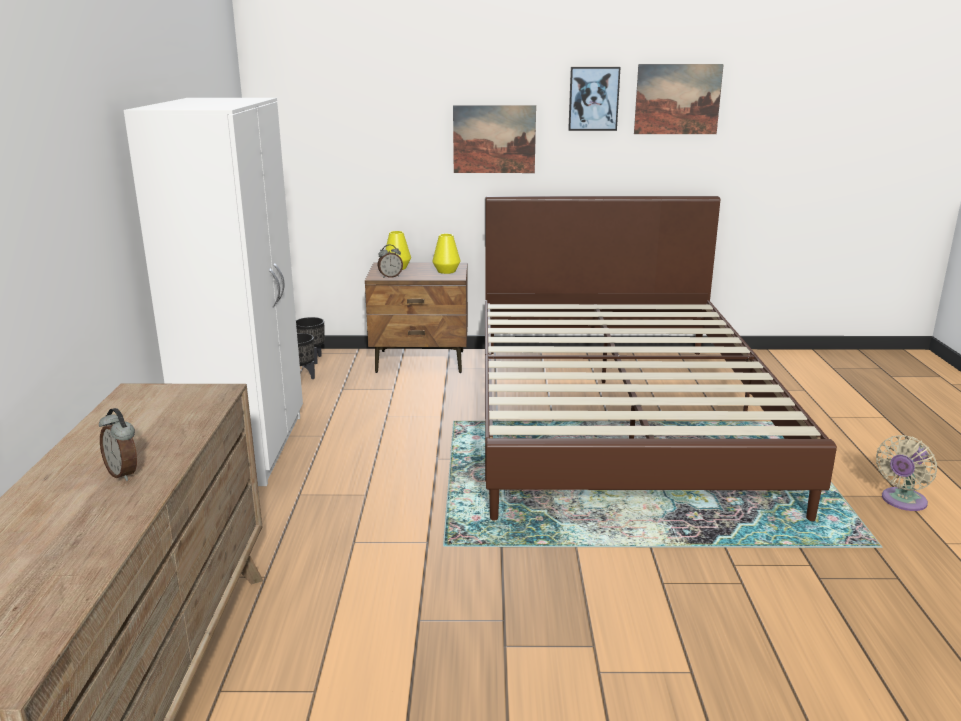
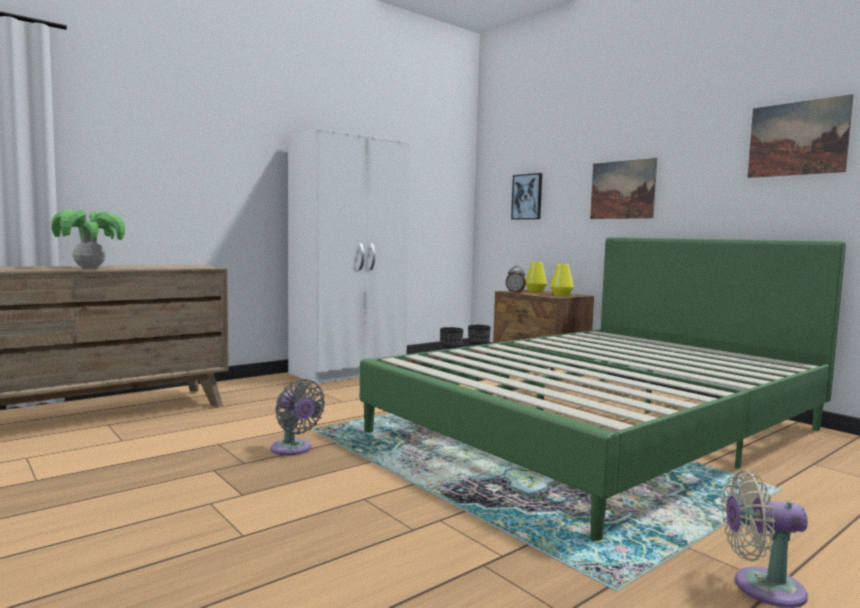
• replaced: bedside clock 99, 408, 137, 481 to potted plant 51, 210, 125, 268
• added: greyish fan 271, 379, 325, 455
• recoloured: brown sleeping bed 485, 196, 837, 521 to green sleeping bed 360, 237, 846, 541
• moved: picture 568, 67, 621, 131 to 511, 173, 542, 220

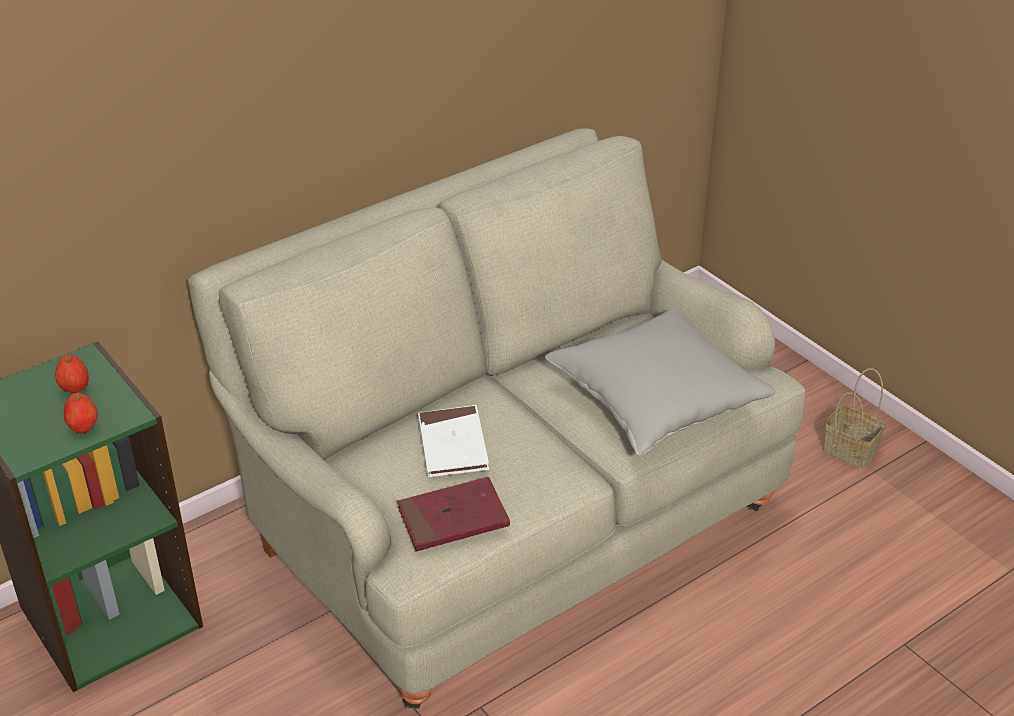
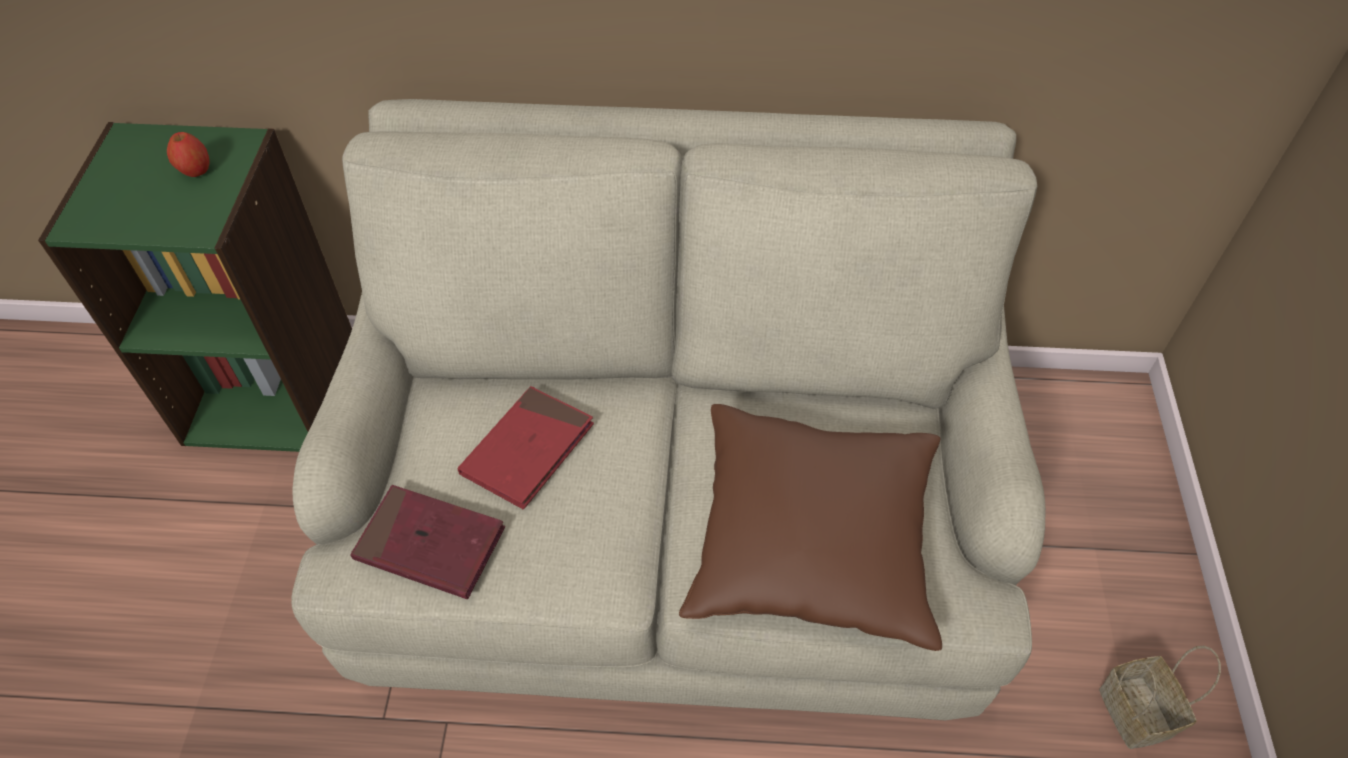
• recoloured: white volume 418, 405, 489, 477 to red volume 458, 386, 594, 509
• recoloured: greyish cushion 545, 309, 776, 456 to brown cushion 679, 404, 942, 651
• removed: apple 64, 393, 98, 434

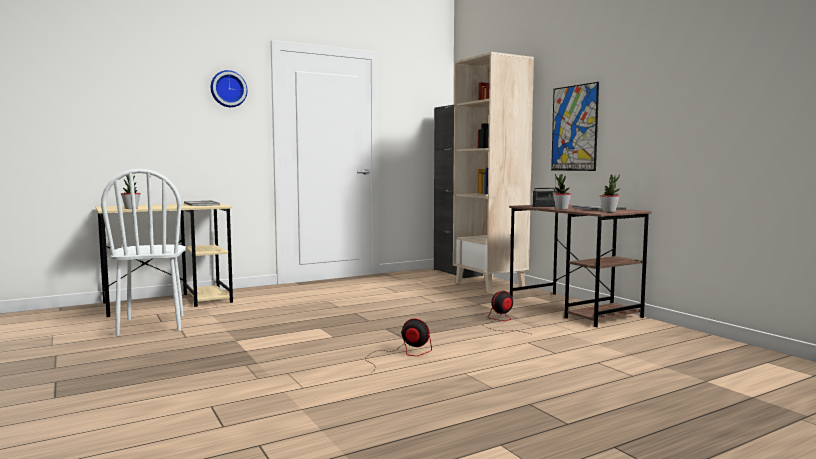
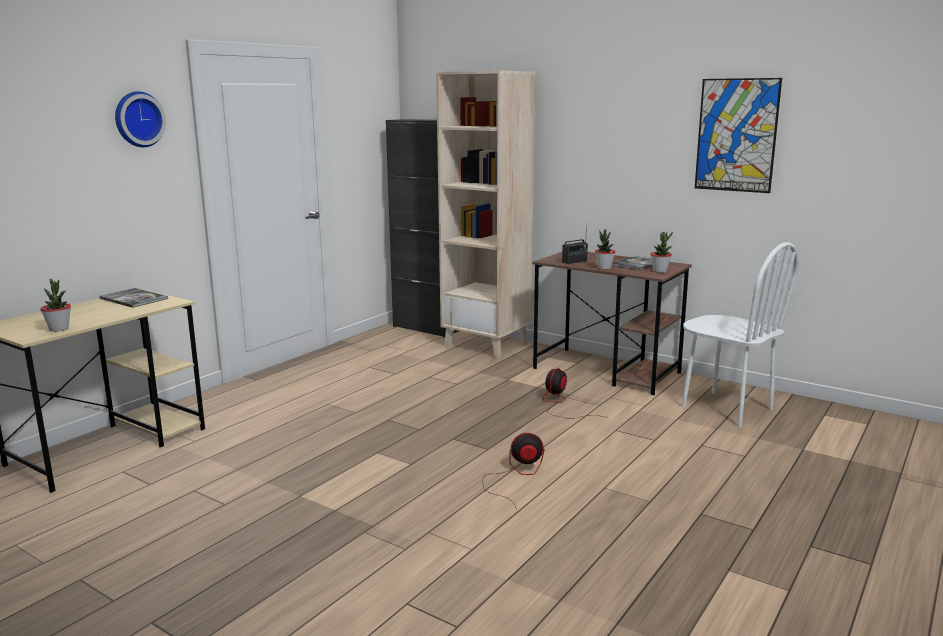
• moved: white plain chair 101, 169, 186, 336 to 682, 242, 799, 428
• moved: picture 551, 82, 599, 171 to 695, 78, 782, 193

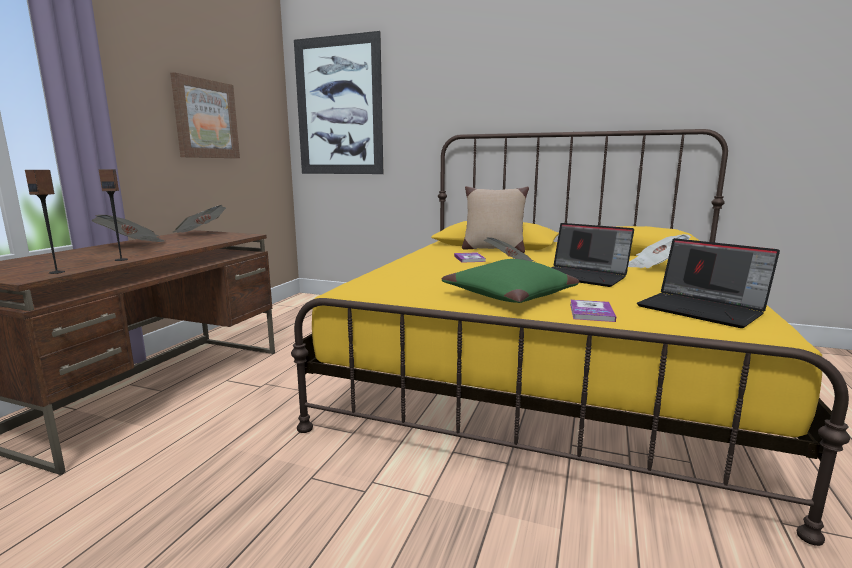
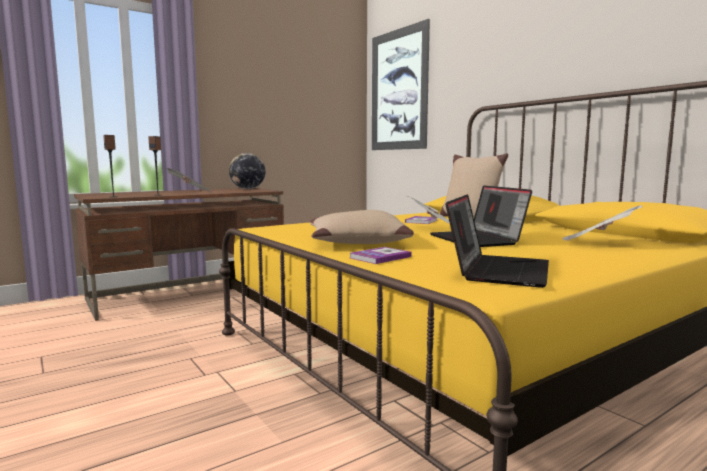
• replaced: newspaper 173, 205, 226, 233 to desk globe 229, 153, 265, 189
• recoloured: green cushion 442, 259, 579, 303 to sand-coloured cushion 310, 210, 414, 244
• turned: laptop 637, 238, 780, 328 = 445, 194, 549, 288 150 degrees counterclockwise
• removed: picture 170, 72, 240, 158

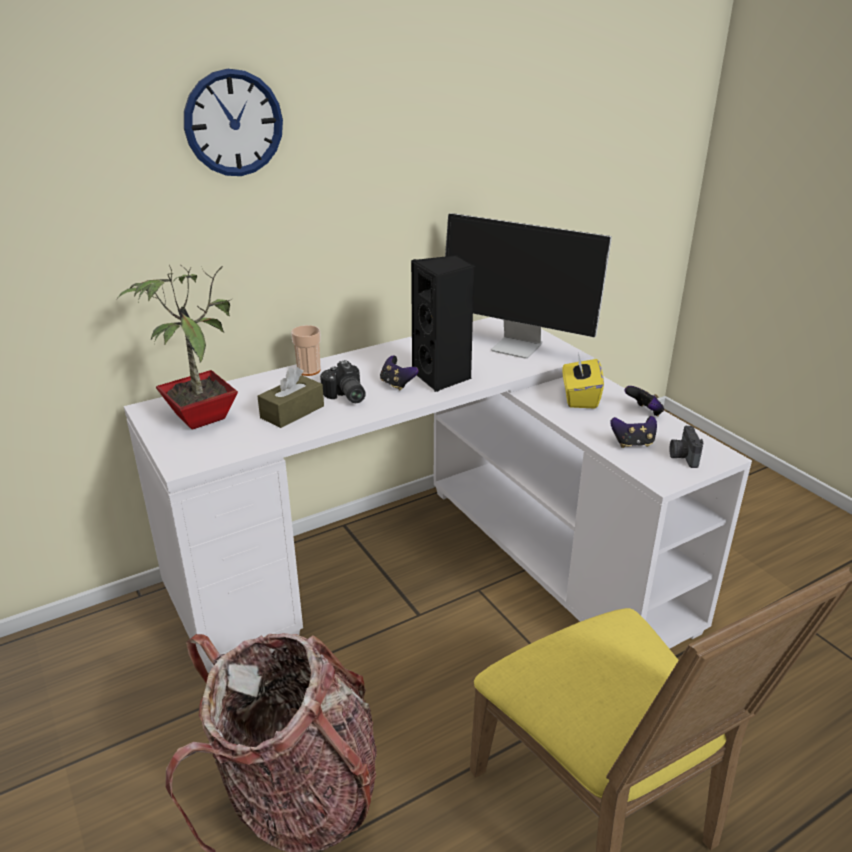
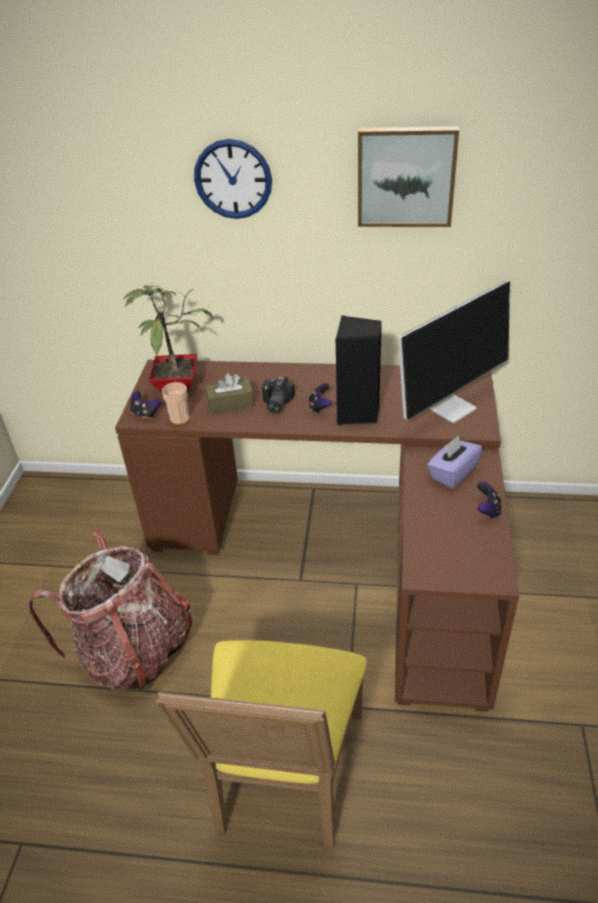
• recoloured: white desk 124, 317, 752, 673 to brown desk 115, 360, 519, 712
• moved: gamepad 610, 416, 657, 448 to 130, 391, 161, 419
• moved: cup 291, 325, 321, 376 to 162, 382, 190, 425
• added: picture 358, 126, 459, 227
• turned: computer display 445, 213, 612, 359 = 398, 280, 510, 423 105 degrees counterclockwise
• recoloured: yellow box of tissues 562, 352, 604, 409 to purple-coloured box of tissues 427, 435, 483, 489
• removed: photo camera 669, 426, 704, 468

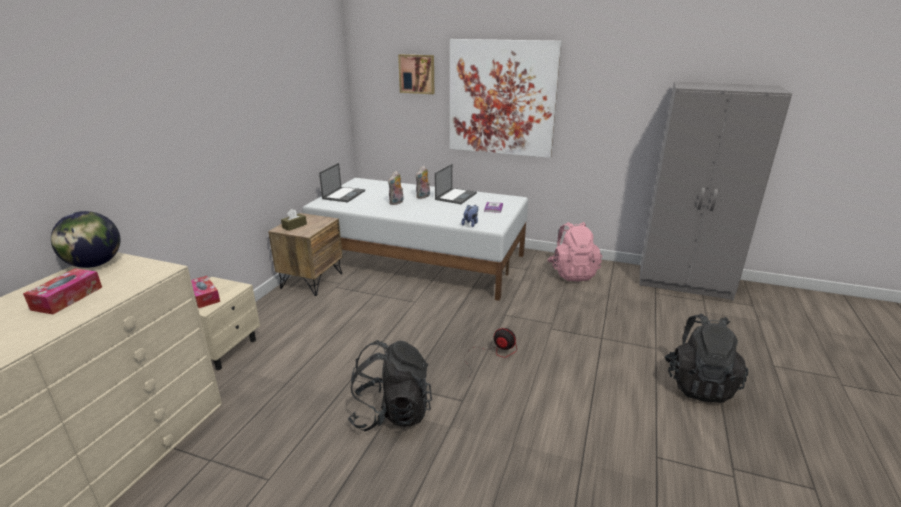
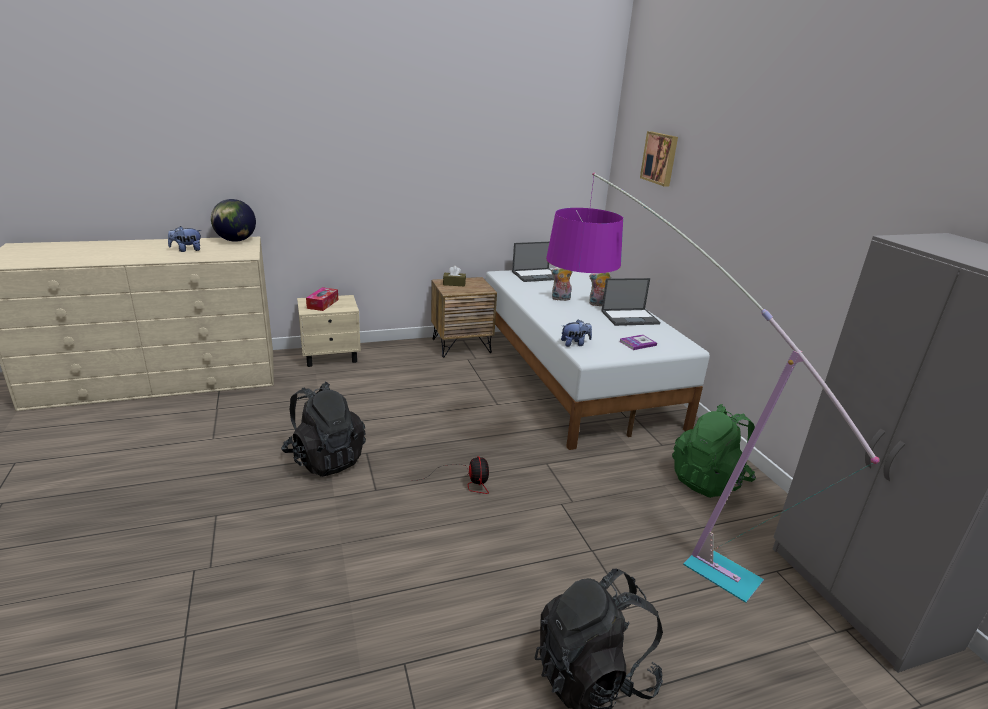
• replaced: box of tissues 23, 268, 102, 314 to cuddly toy 168, 226, 202, 252
• added: standard lamp 546, 173, 880, 603
• recoloured: pinkish rucksack 547, 222, 602, 281 to green rucksack 672, 404, 756, 498
• removed: picture 450, 39, 562, 158

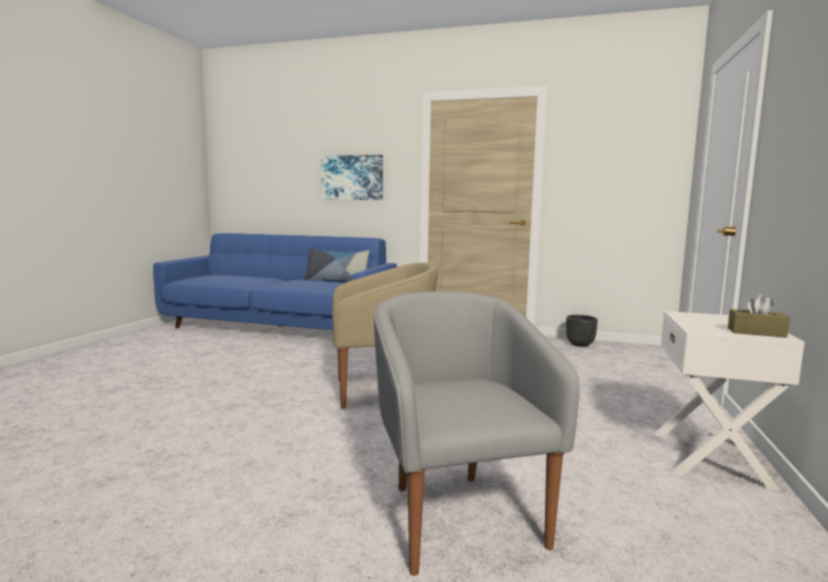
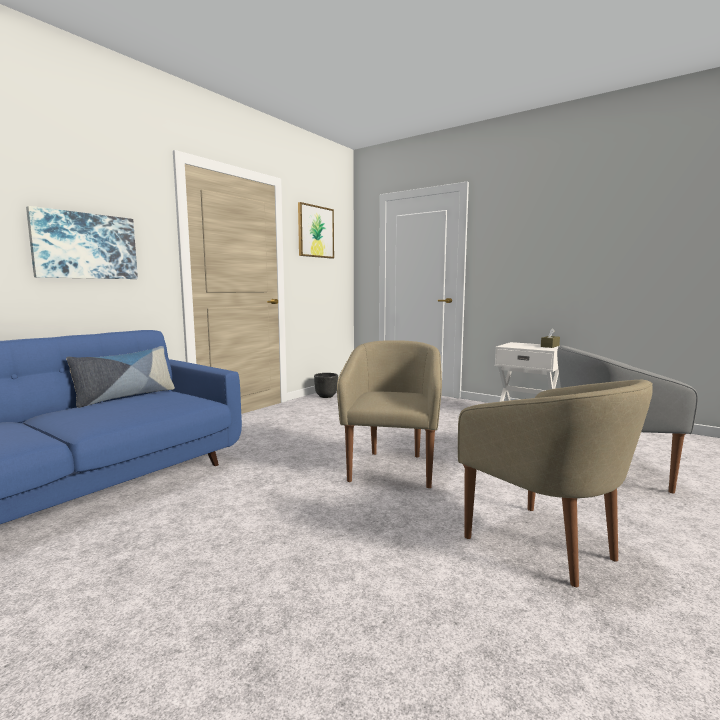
• added: picture 298, 202, 334, 259
• added: sand-coloured lounge chair 458, 380, 653, 587

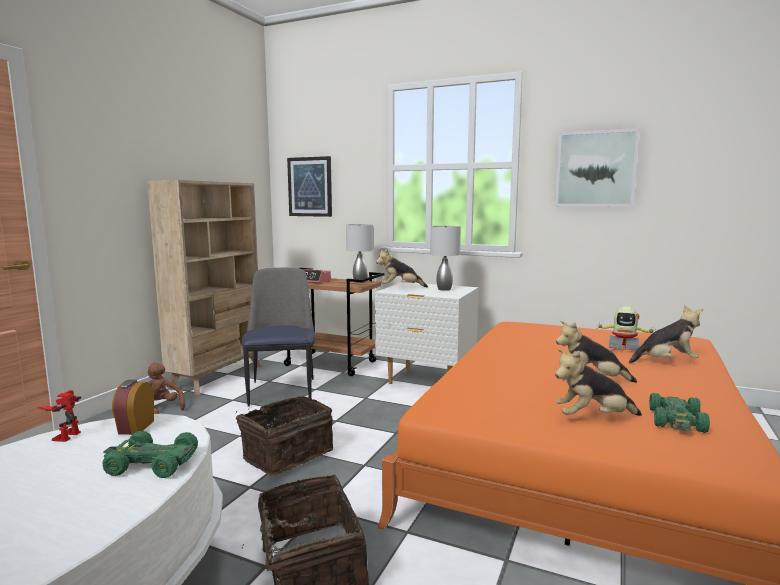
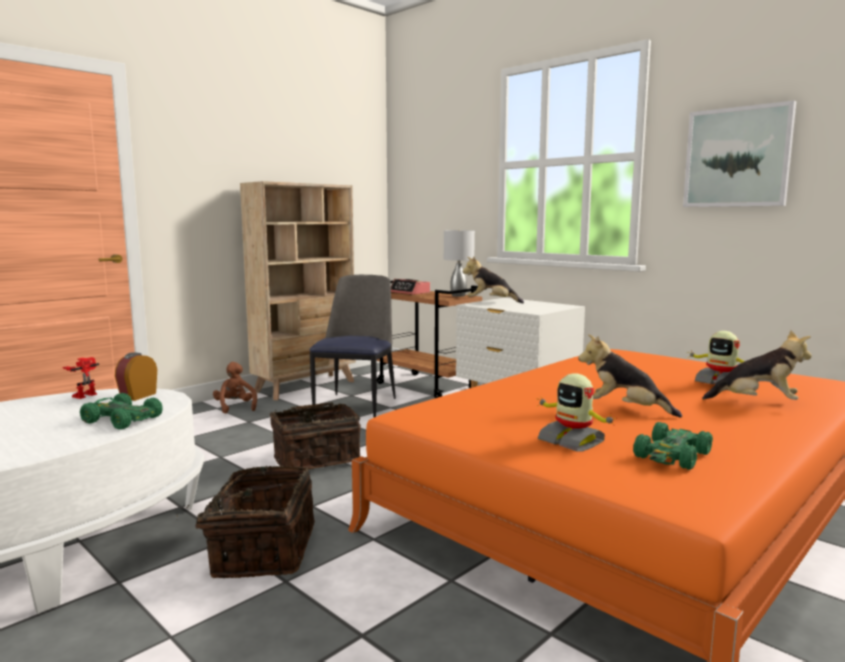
• replaced: cuddly toy 555, 348, 642, 416 to toy robot 536, 373, 617, 452
• removed: picture 287, 156, 332, 217
• removed: greyish table lamp 430, 225, 461, 291

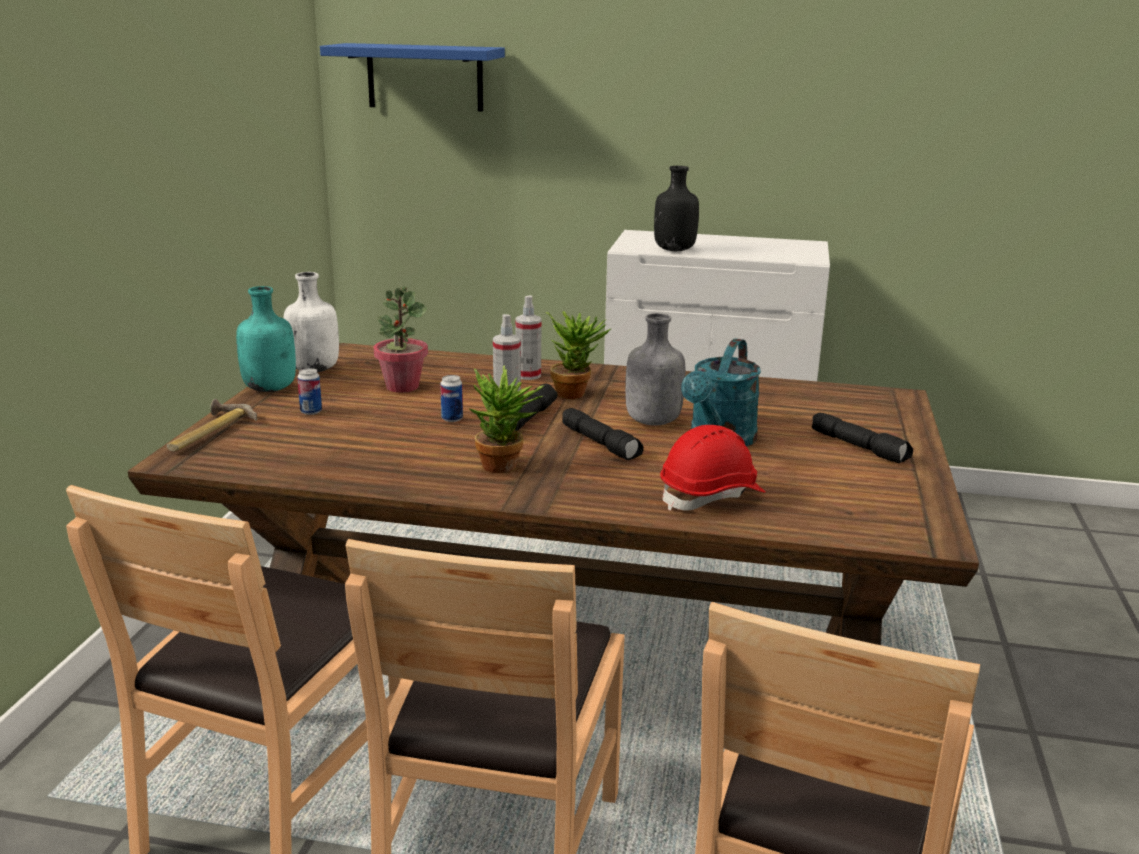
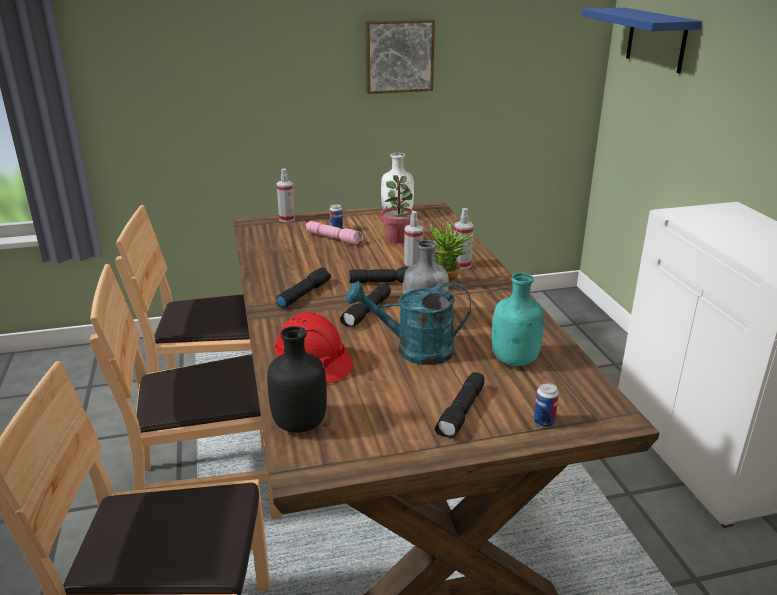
• moved: blackish bottle 654, 166, 699, 251 to 267, 326, 327, 433
• replaced: potted plant 469, 365, 544, 473 to blackish hand torch 276, 268, 331, 308
• replaced: hammer 166, 399, 257, 452 to hand sprayer 277, 168, 295, 222
• added: pinkish hand torch 306, 221, 363, 244
• added: picture 365, 19, 435, 94
• moved: blue-green bottle 236, 286, 296, 392 to 492, 273, 544, 366
• moved: metal can 440, 375, 463, 422 to 534, 383, 559, 428

